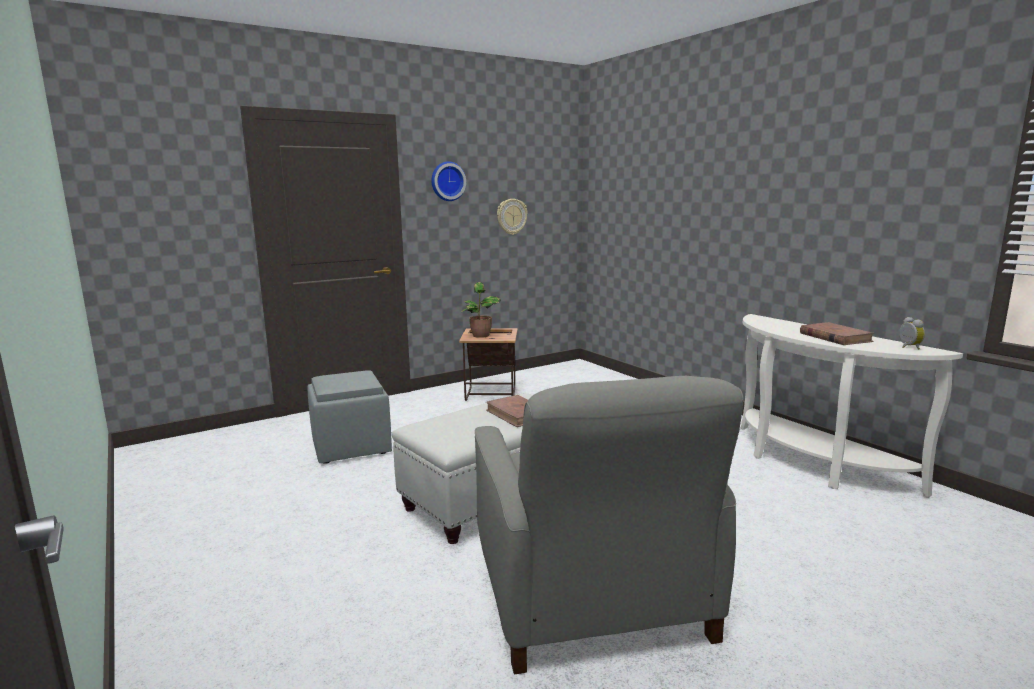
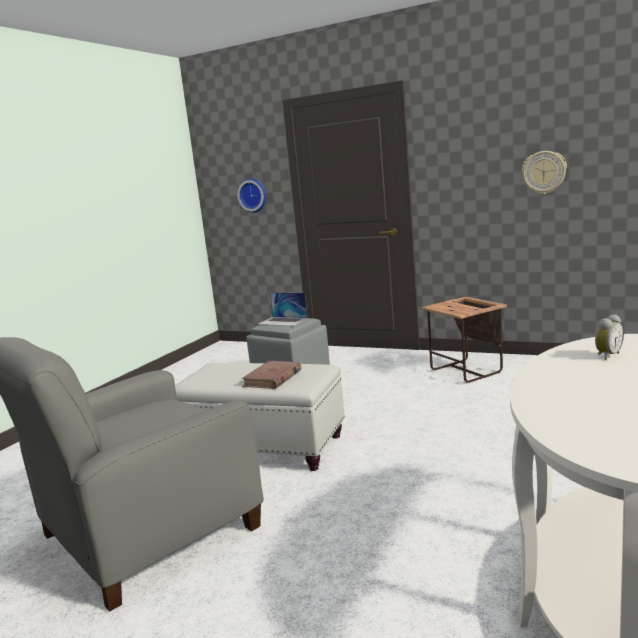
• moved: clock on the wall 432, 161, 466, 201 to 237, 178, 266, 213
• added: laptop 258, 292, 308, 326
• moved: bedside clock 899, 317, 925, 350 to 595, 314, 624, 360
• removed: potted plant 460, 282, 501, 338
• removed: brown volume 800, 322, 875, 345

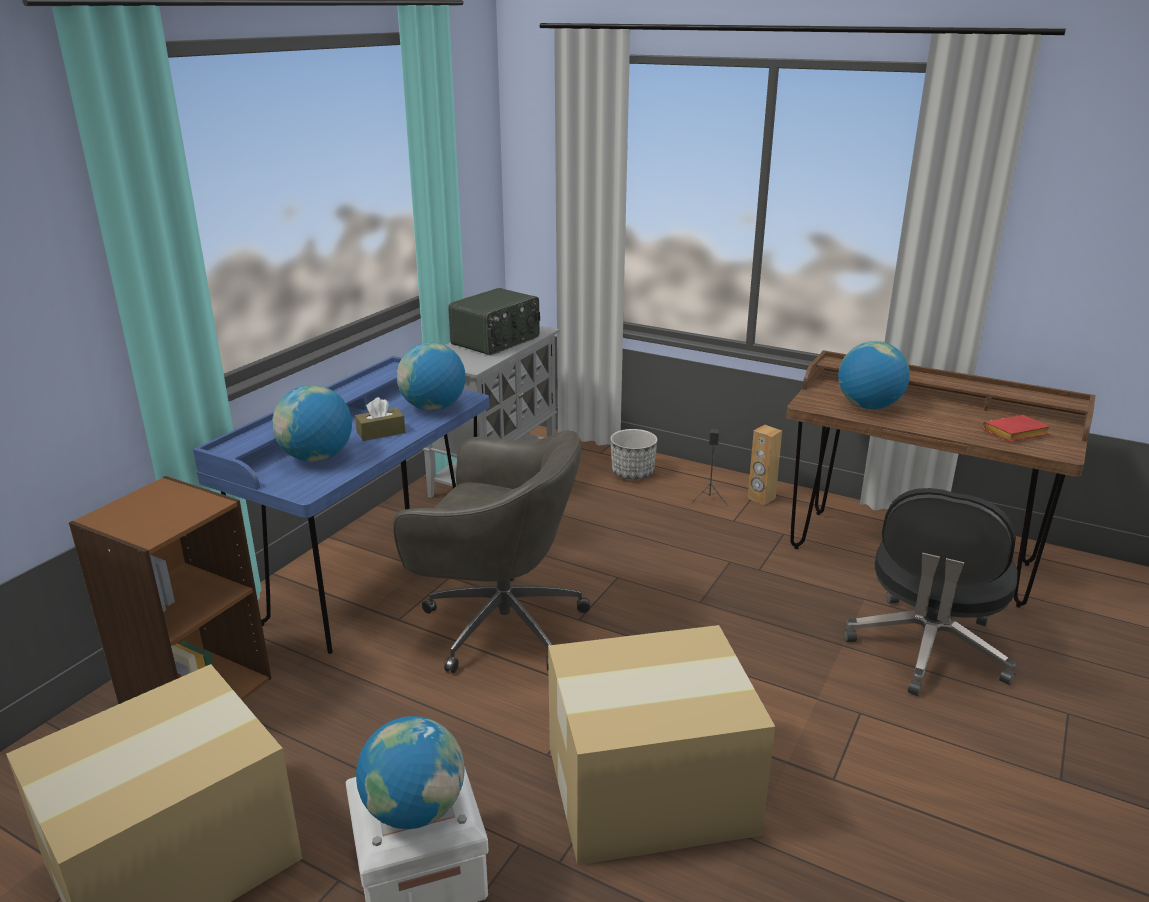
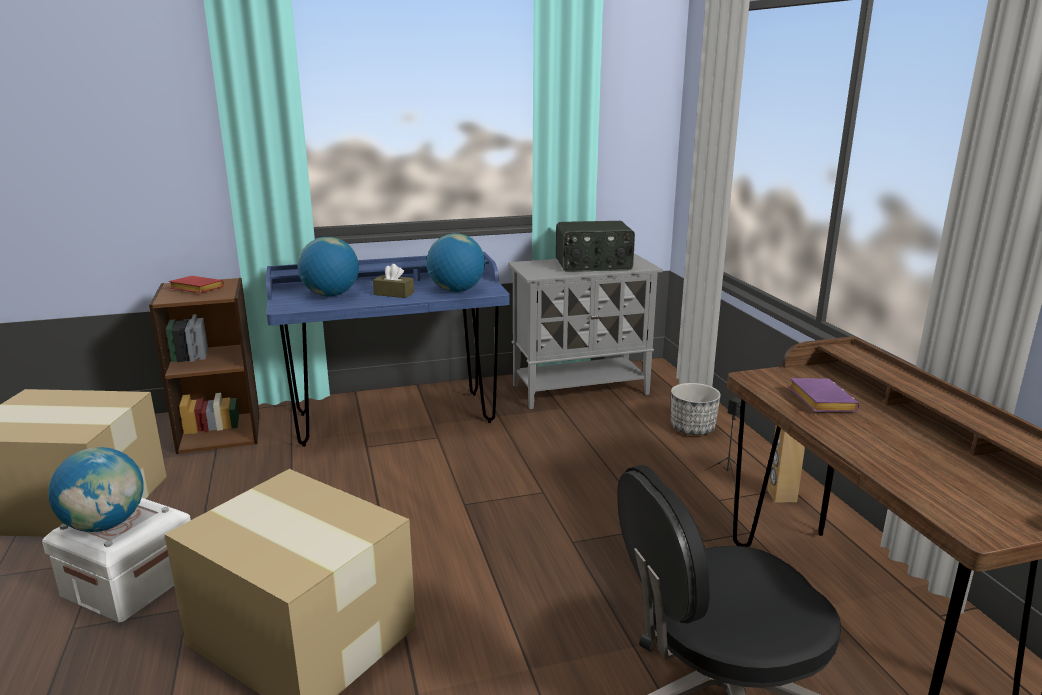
• moved: red volume 983, 415, 1051, 442 to 169, 276, 224, 293
• replaced: desk globe 838, 341, 910, 409 to purple-coloured volume 789, 378, 860, 412
• removed: greyish office chair 393, 430, 590, 673

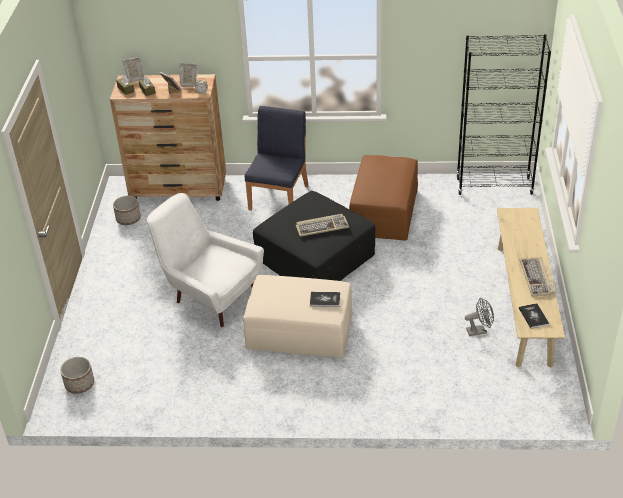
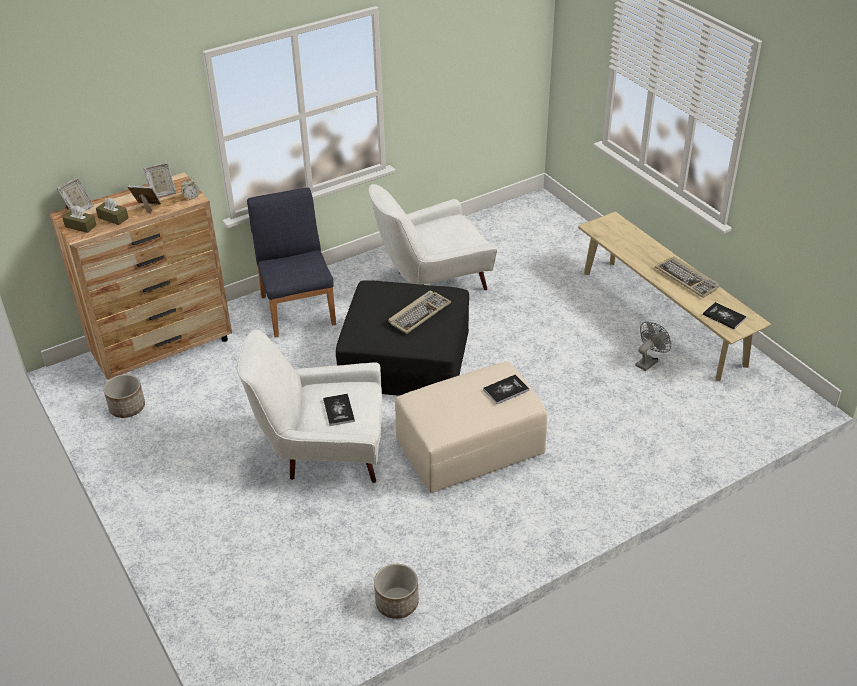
• added: volume 323, 394, 355, 426
• replaced: brown pouffe 349, 155, 418, 241 to white lounge chair 369, 184, 497, 290
• moved: plant pot 60, 357, 94, 394 to 374, 564, 419, 619
• removed: blackish bookshelf 456, 34, 551, 195

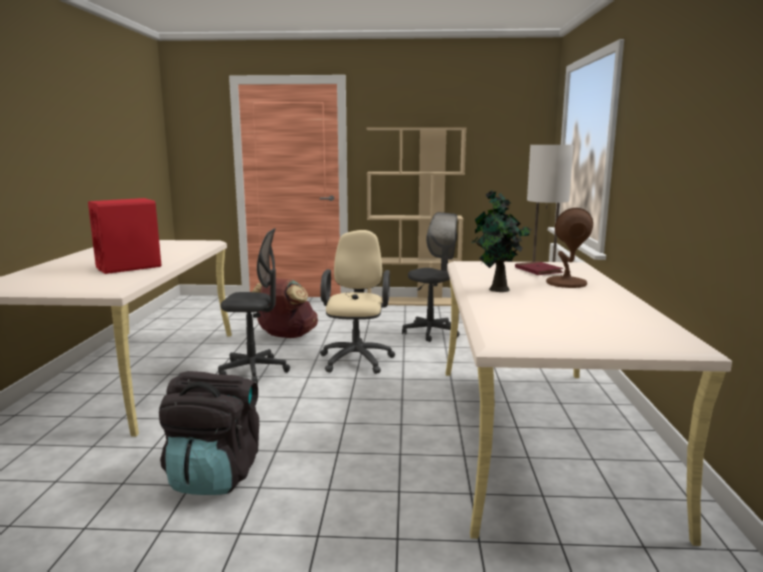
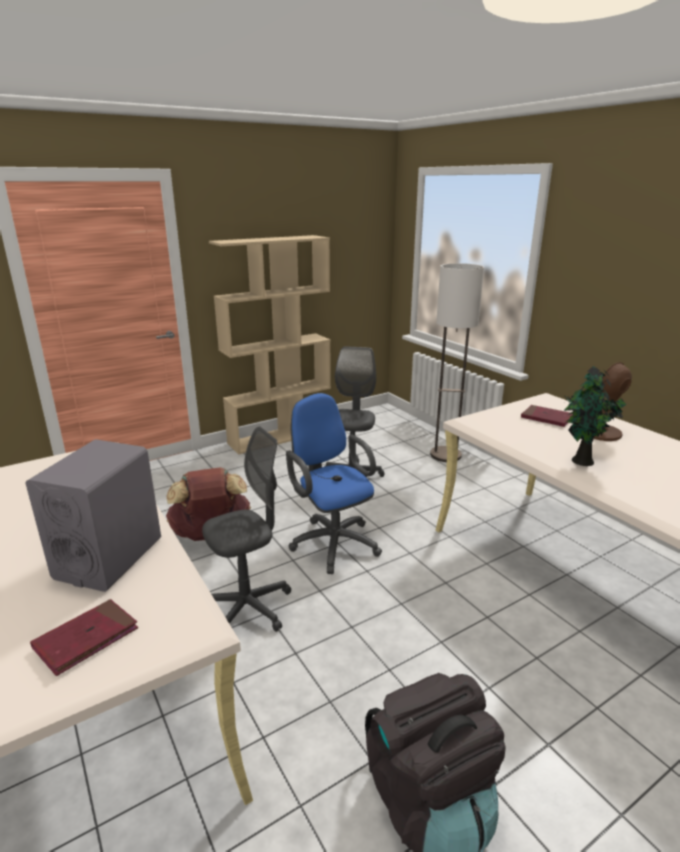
• recoloured: red audio speaker 88, 198, 161, 274 to greyish audio speaker 25, 439, 161, 592
• added: red volume 30, 599, 138, 676
• recoloured: sand-coloured office chair 320, 230, 395, 374 to bluish office chair 286, 393, 382, 574

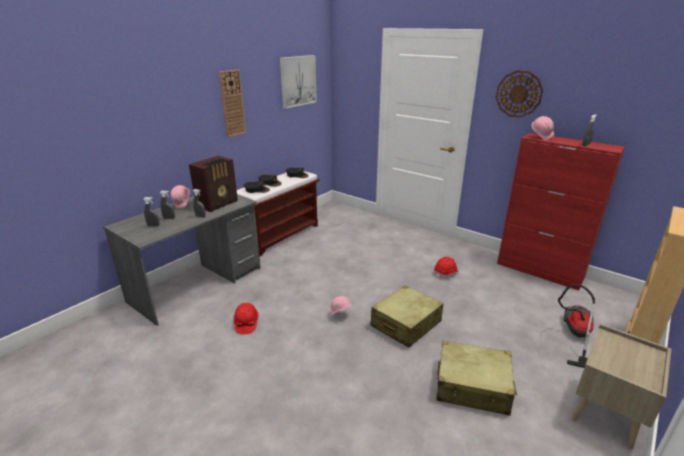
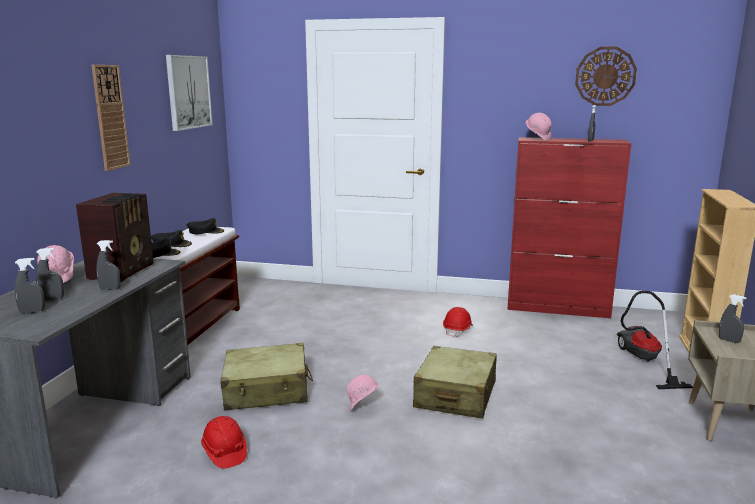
• moved: sand-coloured piece of luggage 436, 341, 517, 416 to 221, 343, 313, 411
• moved: clock on the wall 496, 70, 543, 118 to 575, 47, 637, 106
• added: greyish hand sprayer 719, 294, 747, 343

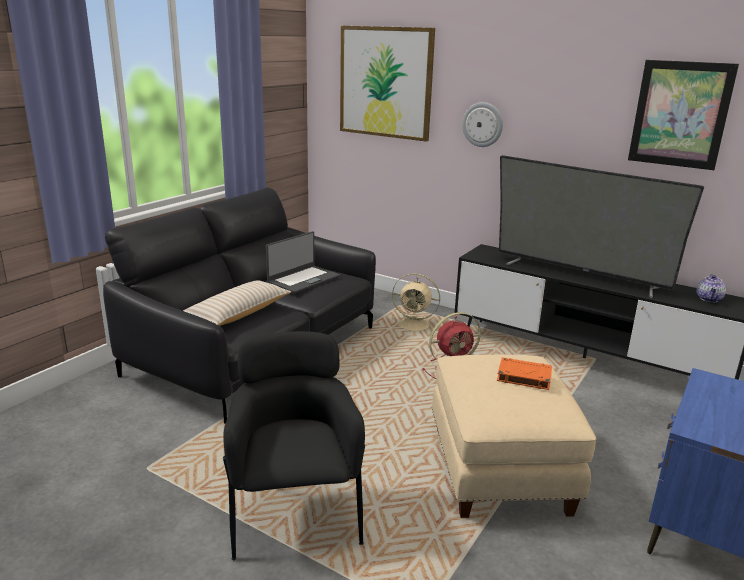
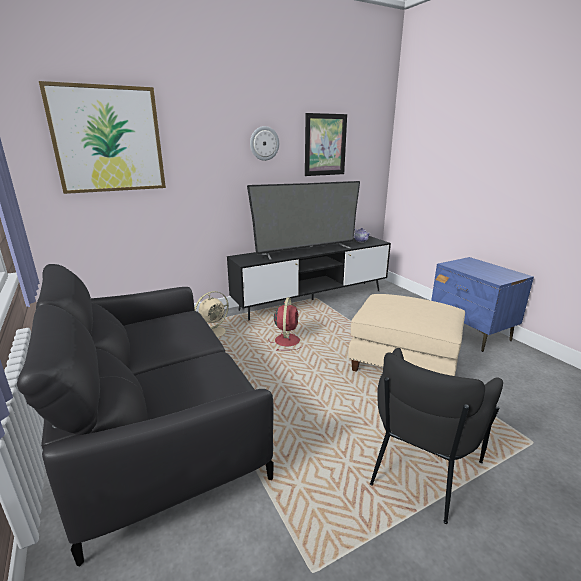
• moved: clock on the wall 462, 102, 503, 147 to 250, 126, 279, 161
• turned: blackish lounge chair 223, 331, 365, 560 = 370, 348, 503, 524 75 degrees counterclockwise
• removed: sand-coloured cushion 183, 280, 292, 326
• removed: laptop 266, 231, 340, 293
• removed: orange-coloured volume 497, 357, 552, 390

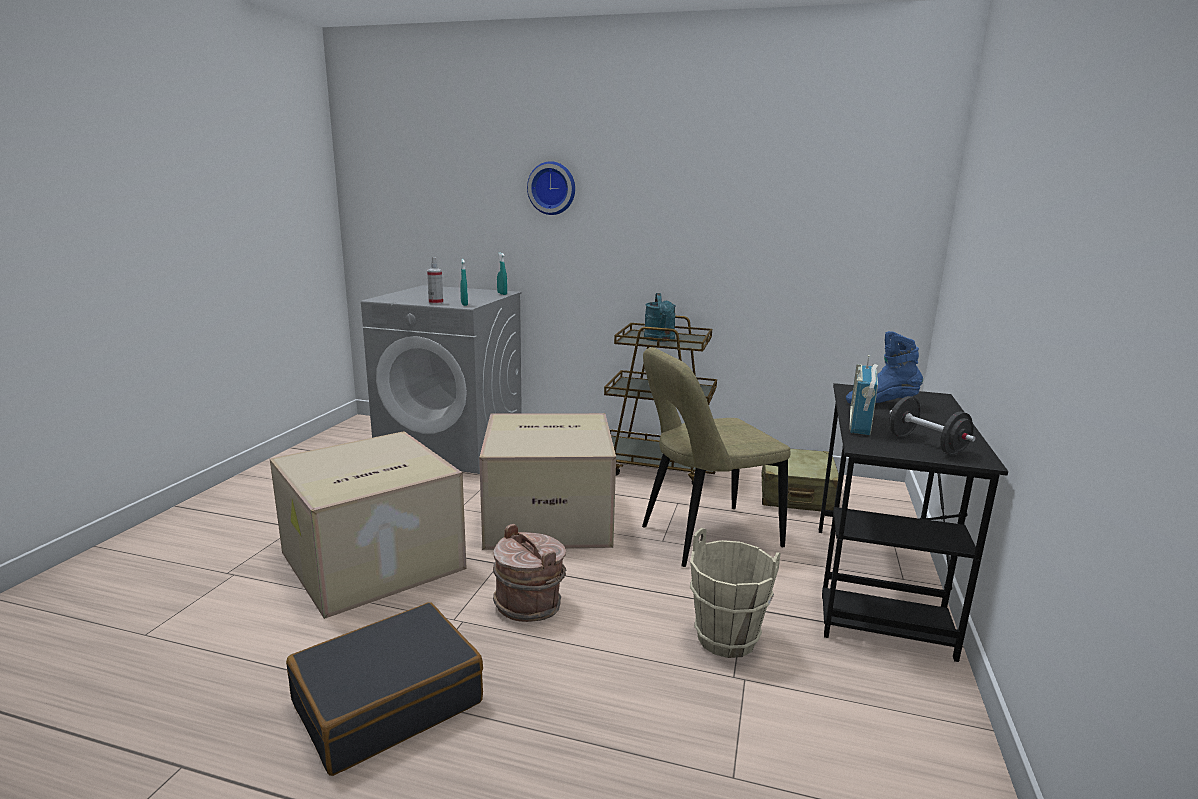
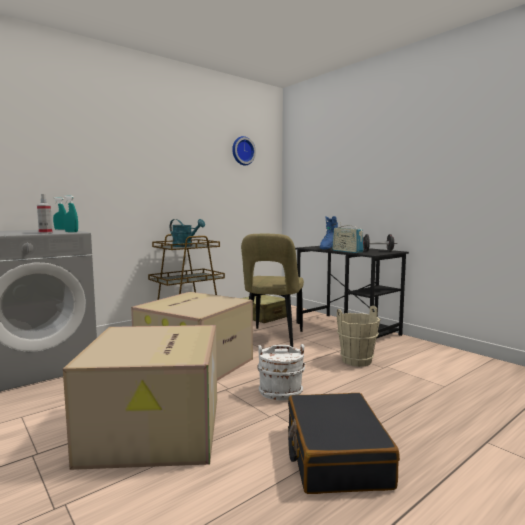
• moved: clock on the wall 527, 161, 575, 215 to 232, 136, 256, 165
• recoloured: brown pail 493, 524, 566, 622 to white pail 257, 344, 305, 400

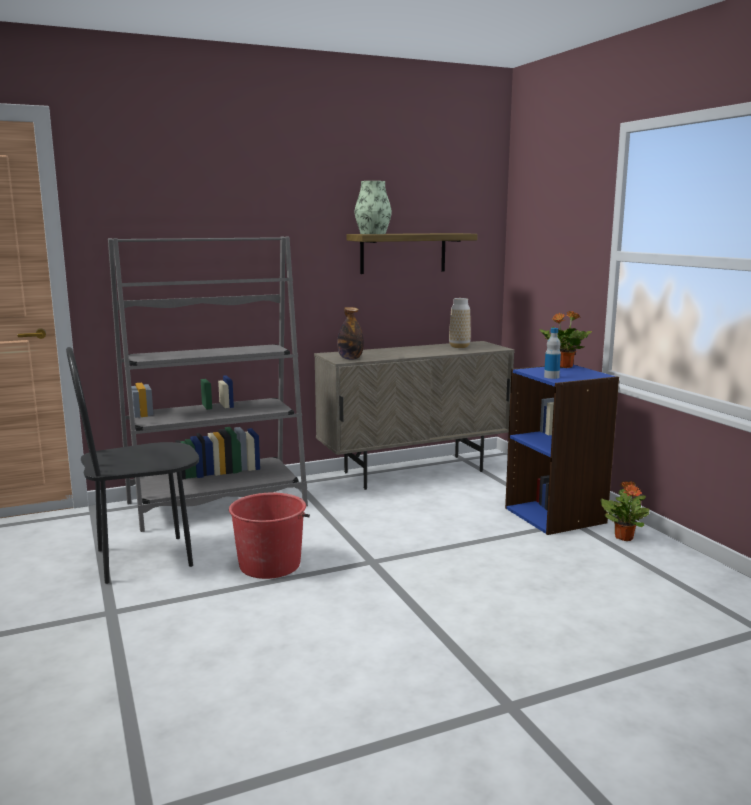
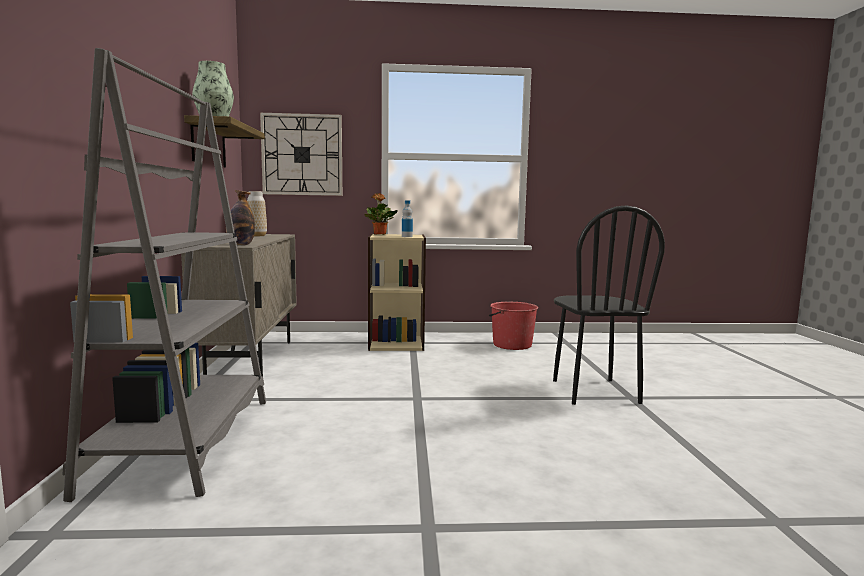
• added: clock on the wall 260, 113, 342, 196
• recoloured: bluish bookshelf 505, 365, 619, 535 to sand-coloured bookshelf 368, 234, 426, 351
• moved: red pail 229, 493, 310, 579 to 489, 302, 538, 350
• moved: blackish plain chair 66, 347, 199, 584 to 553, 205, 665, 405
• removed: potted plant 601, 481, 649, 541

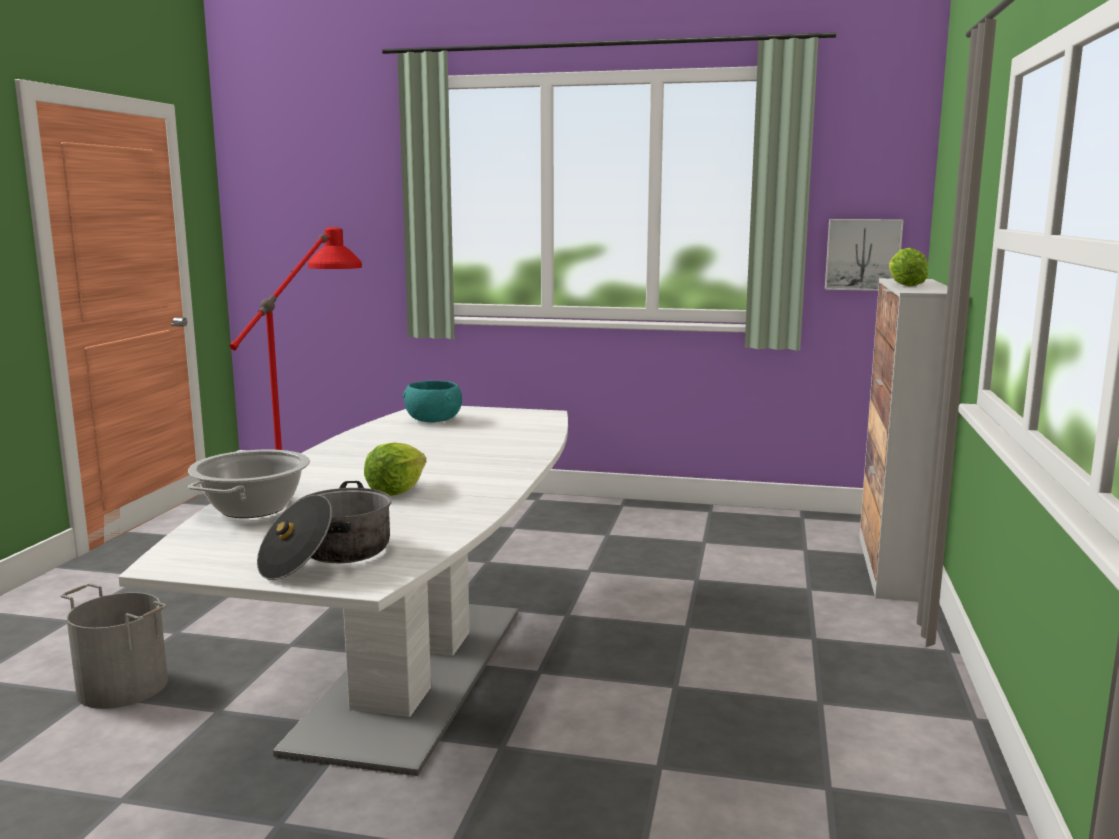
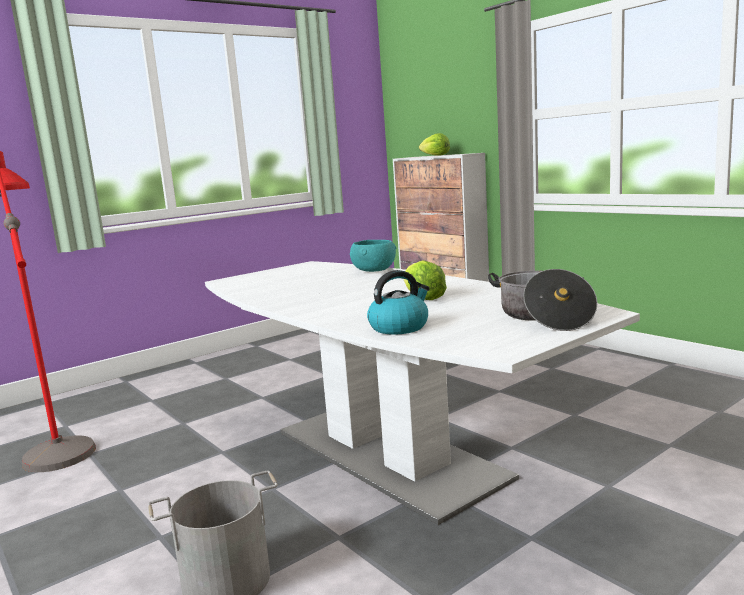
• moved: blue-green bowl 403, 381, 462, 422 to 350, 240, 396, 272
• replaced: stockpot 188, 450, 310, 518 to water kettle 367, 270, 430, 335
• removed: picture 825, 219, 904, 291

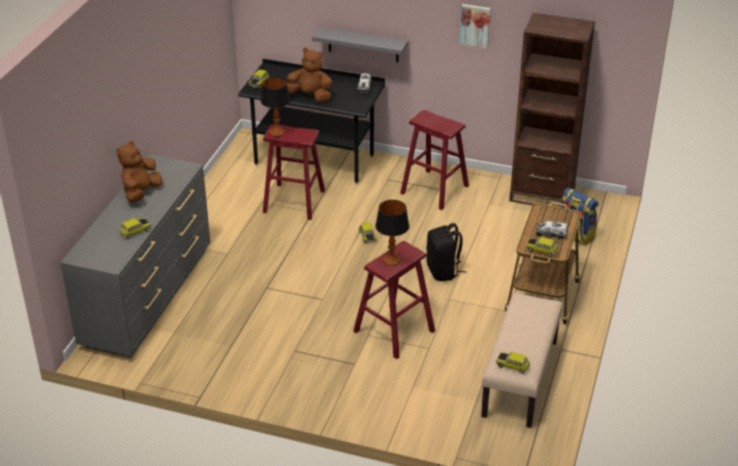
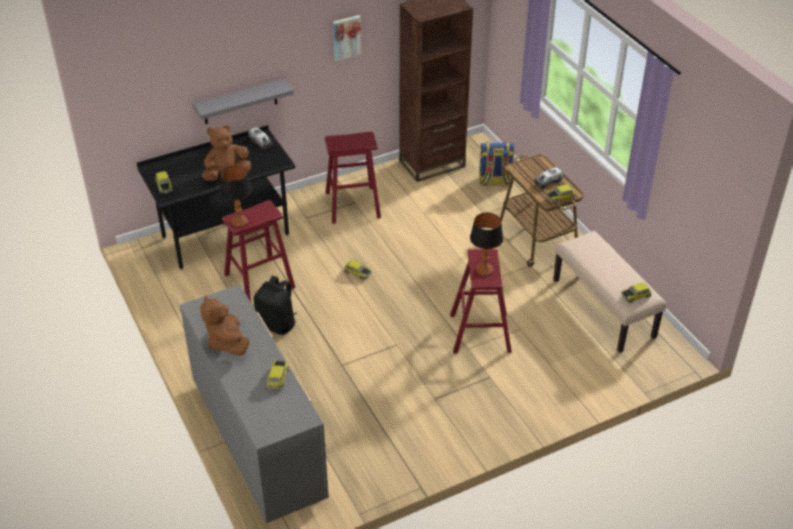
• moved: blackish rucksack 426, 223, 466, 281 to 254, 275, 297, 335

